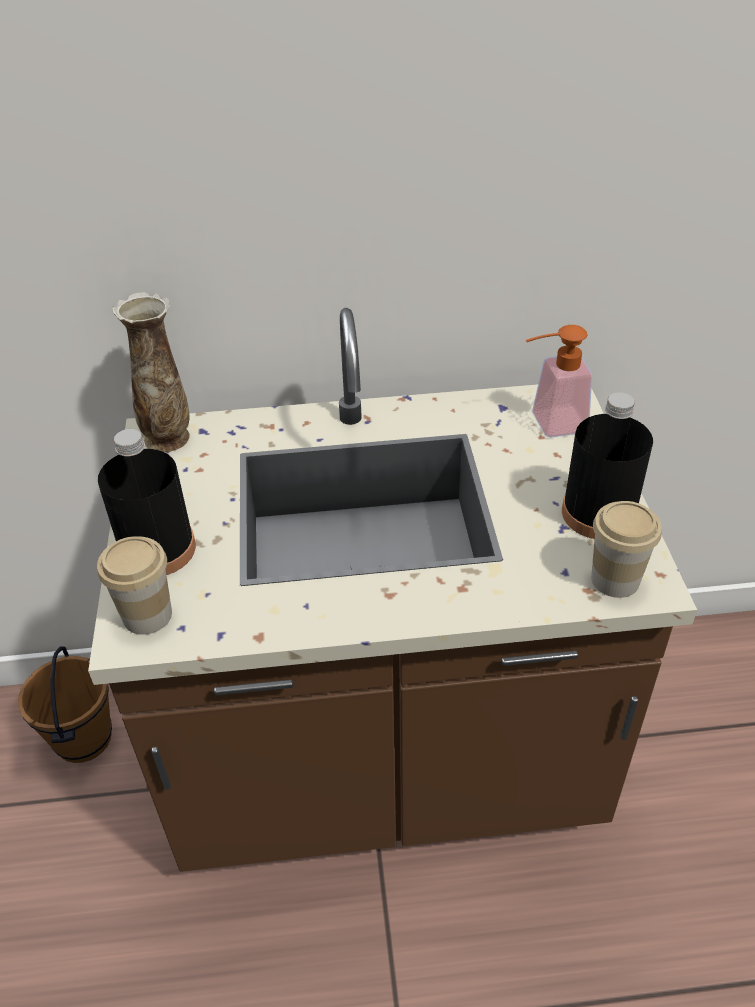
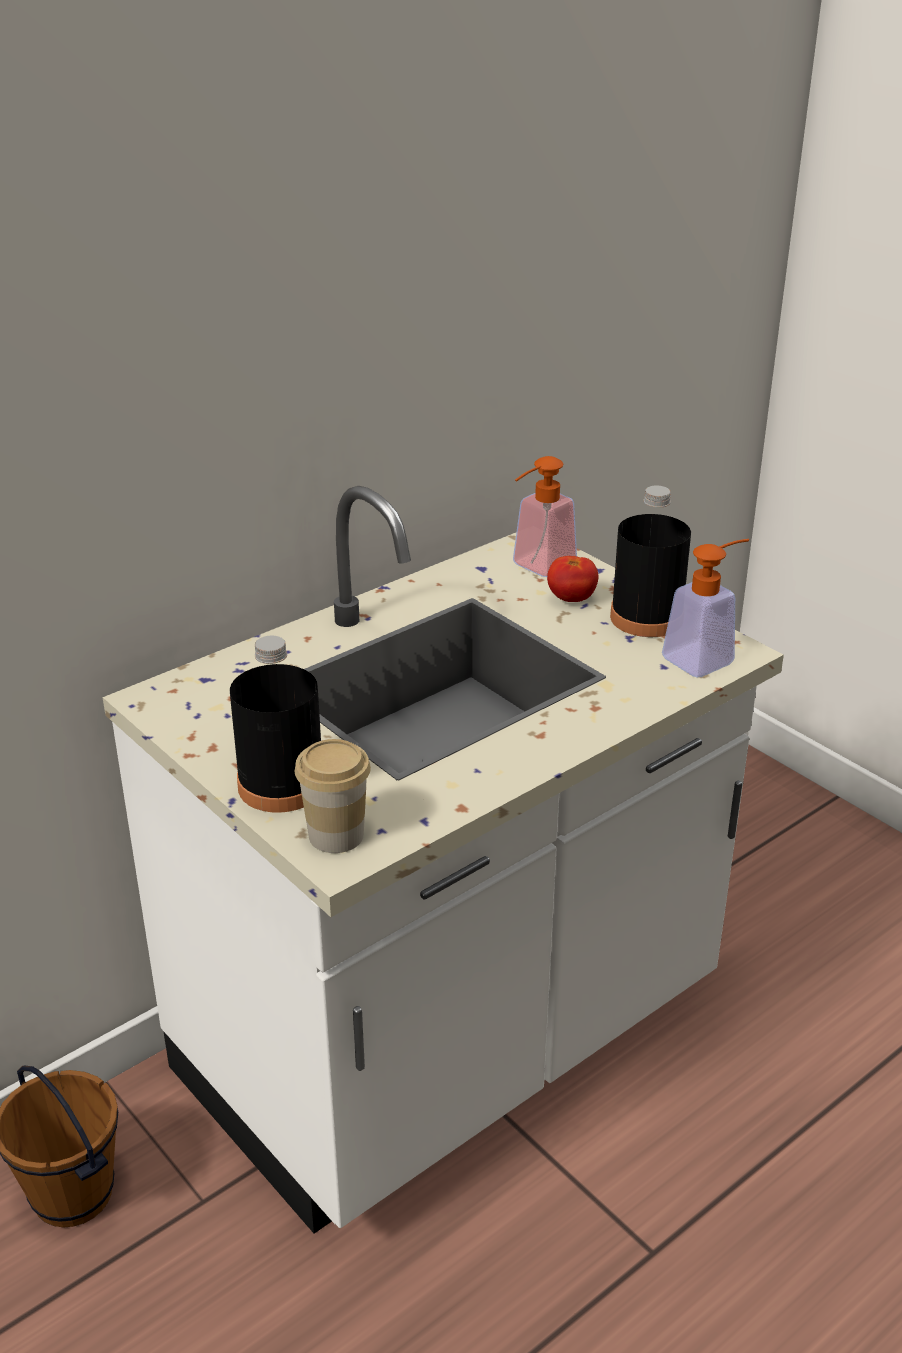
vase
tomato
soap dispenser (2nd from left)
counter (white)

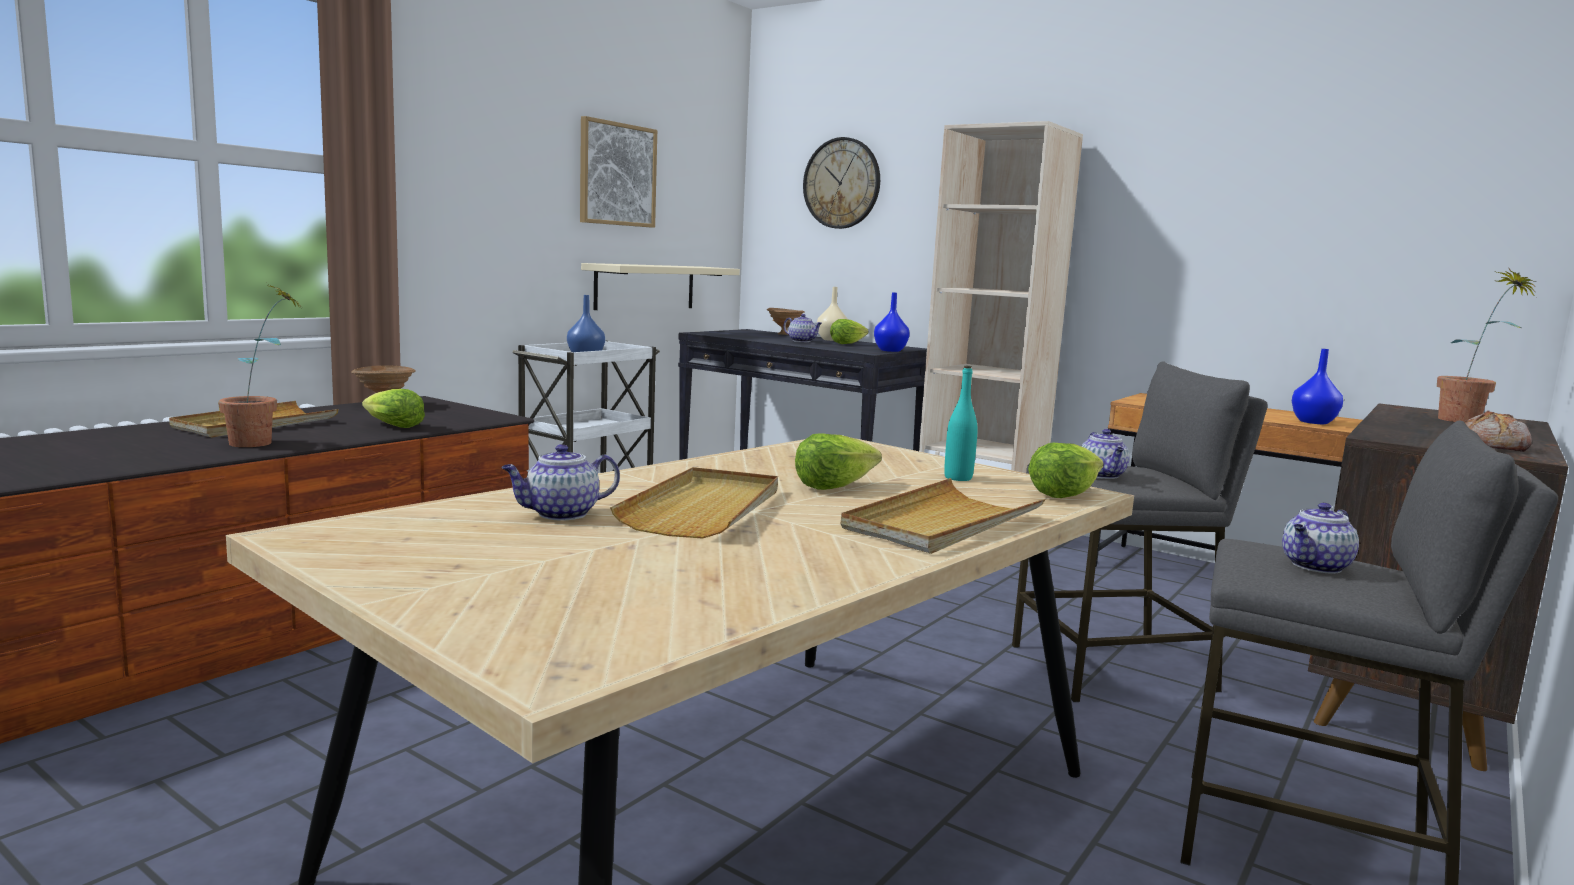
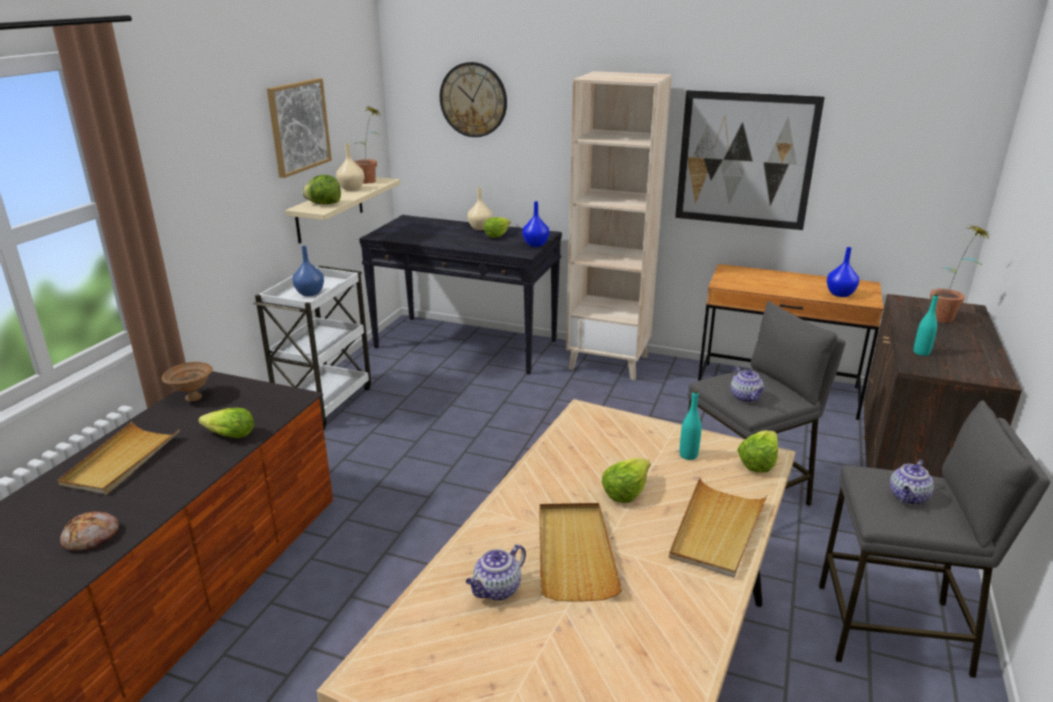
bowl (brown) (2nd from left in the first image)
teapot (2nd from left in the first image)
lettuce (2nd from left)
vase (beige) (1st from left)
picture (2nd from left)
bottle (turquoise) (2nd from left)
potted plant (1st from left)
bread

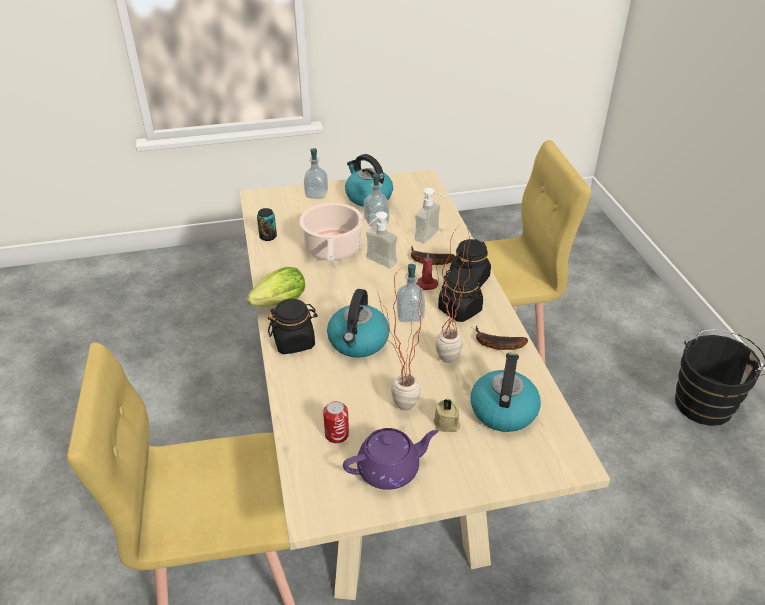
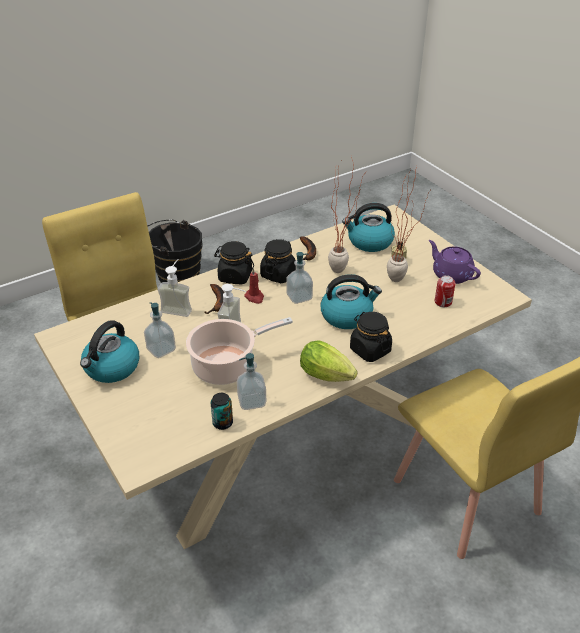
soap dispenser (4th from left)

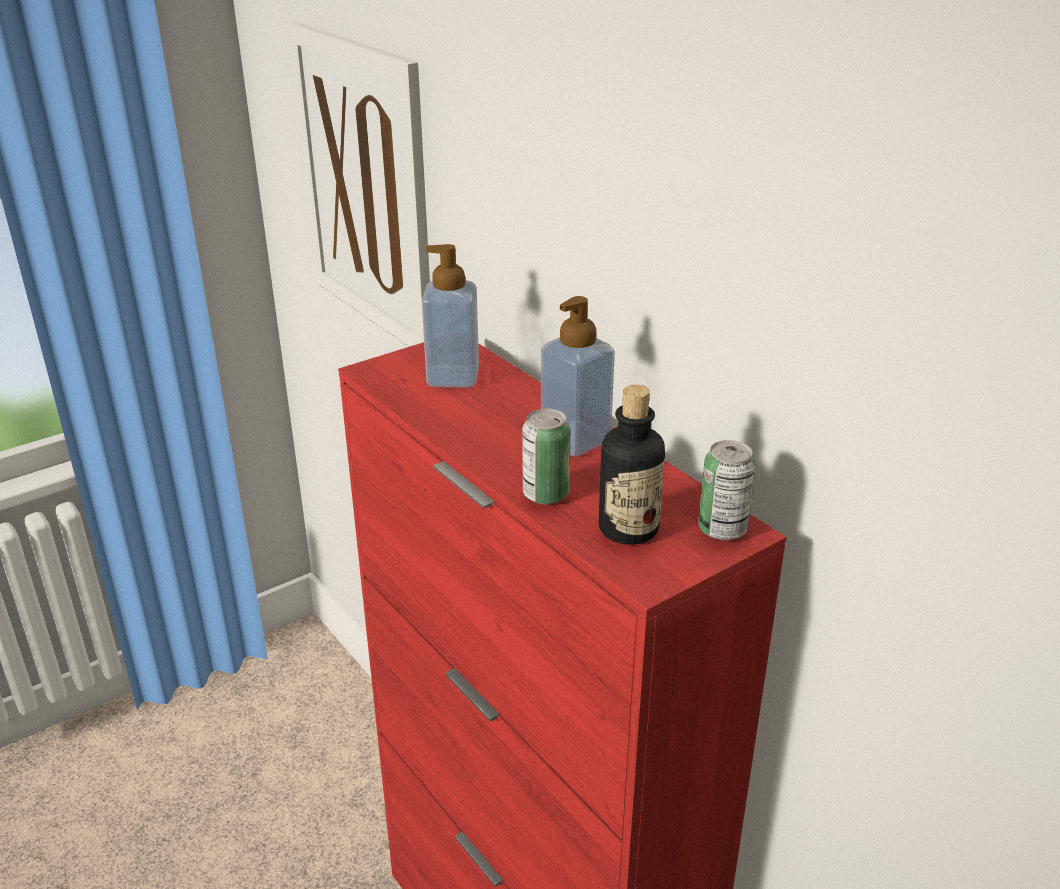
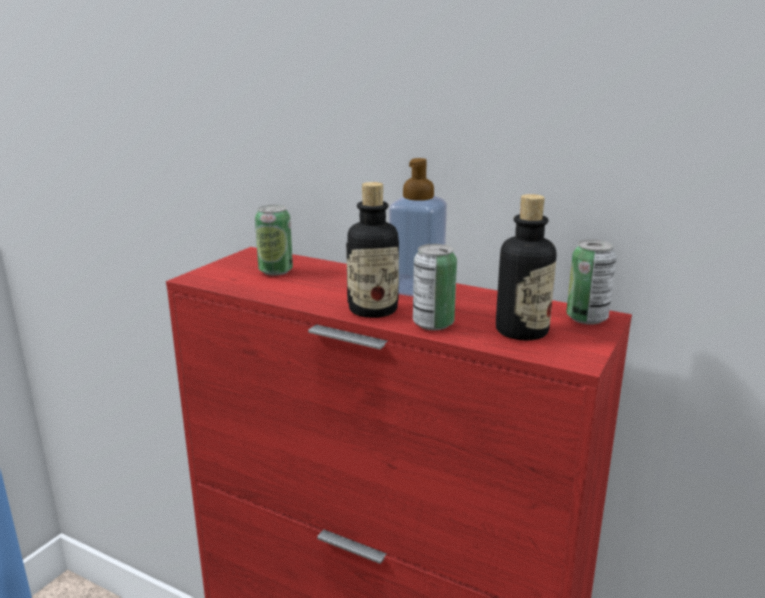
picture
bottle (1st from left)
can (1st from left)

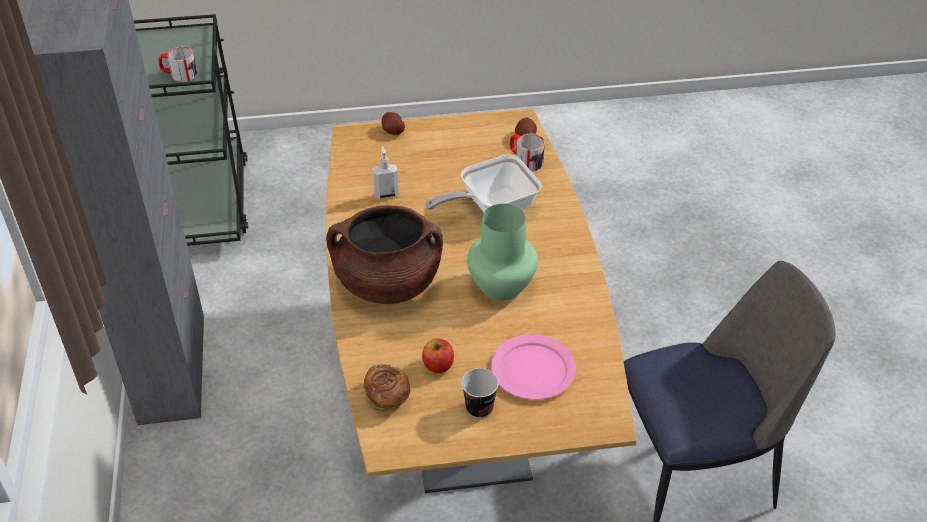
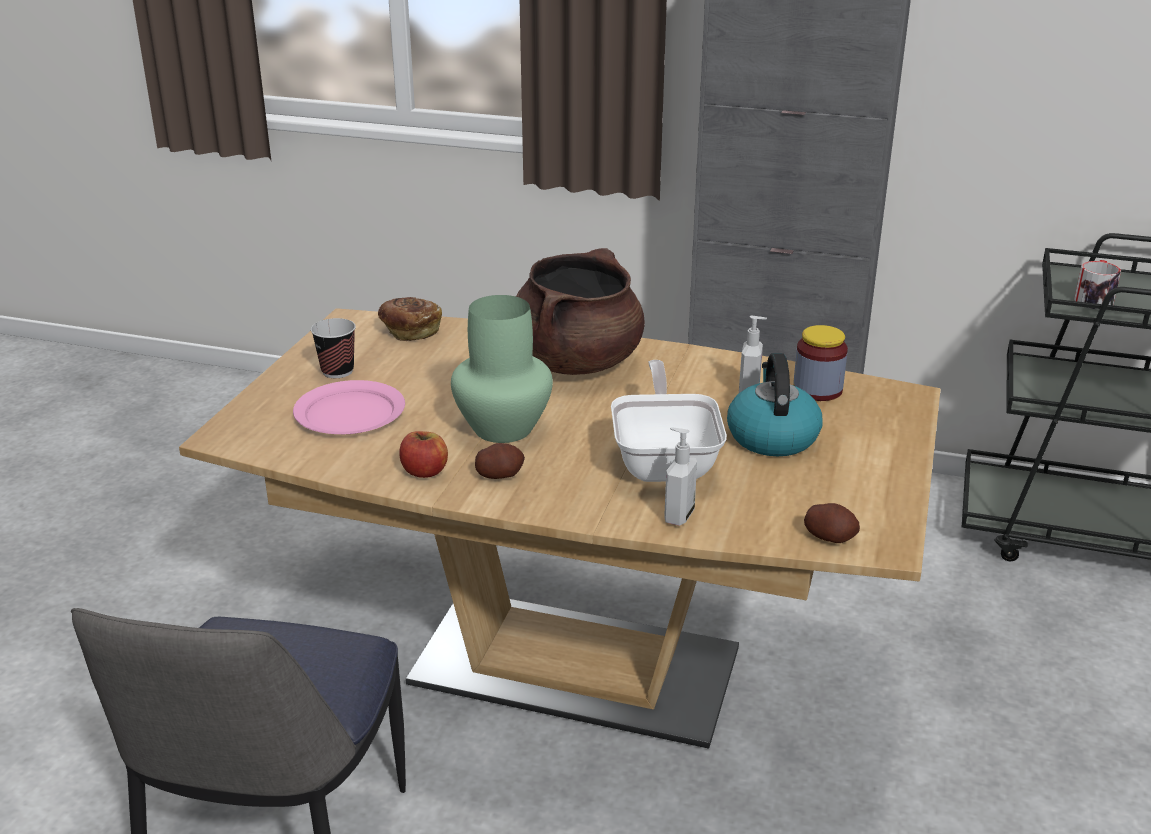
mug (2nd from left in the first image)
soap dispenser (1st from left)
kettle
jar
potato (1st from left)
apple

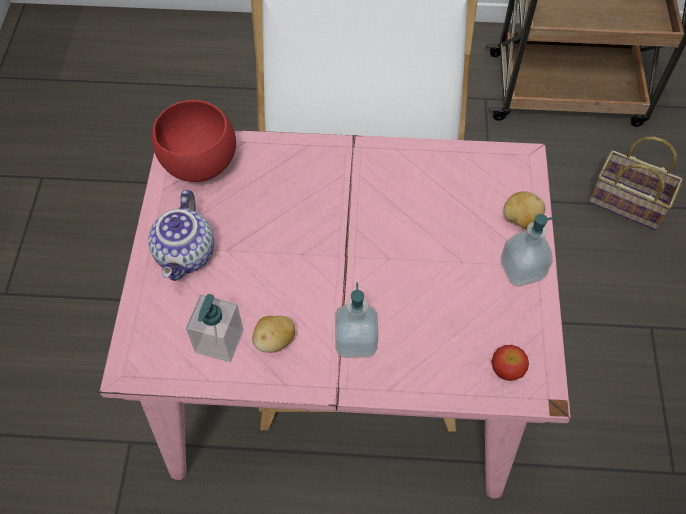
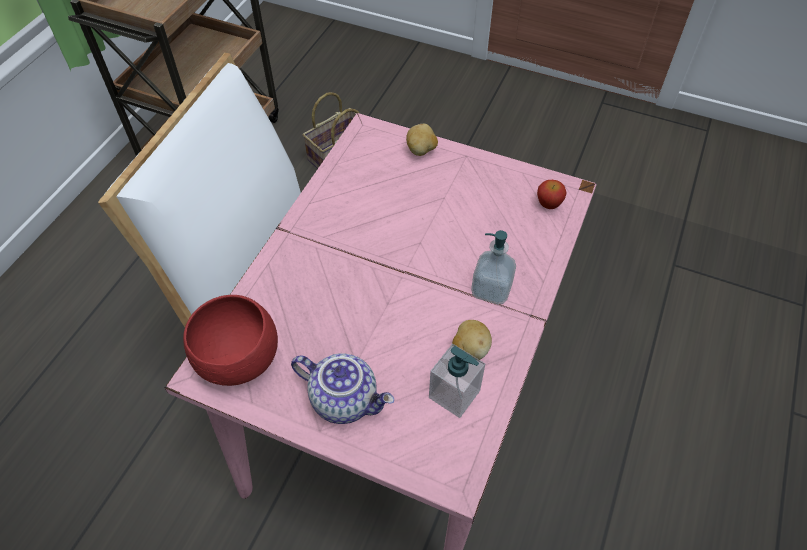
soap dispenser (3rd from left in the first image)

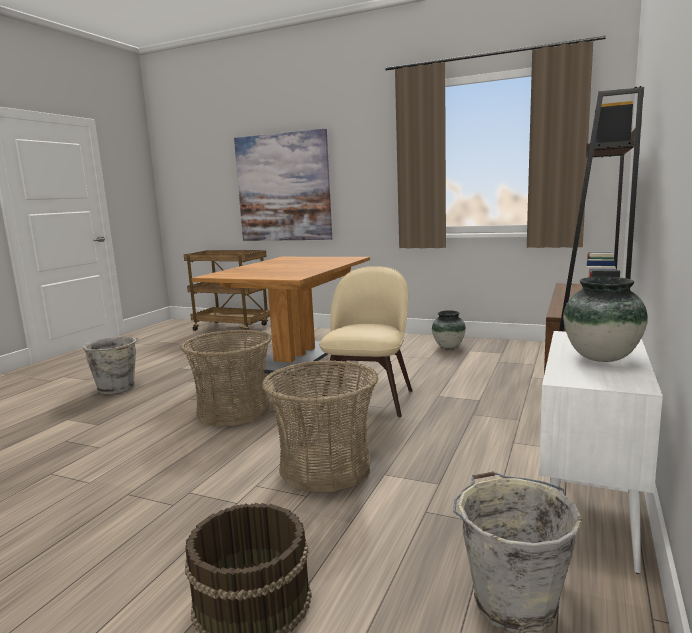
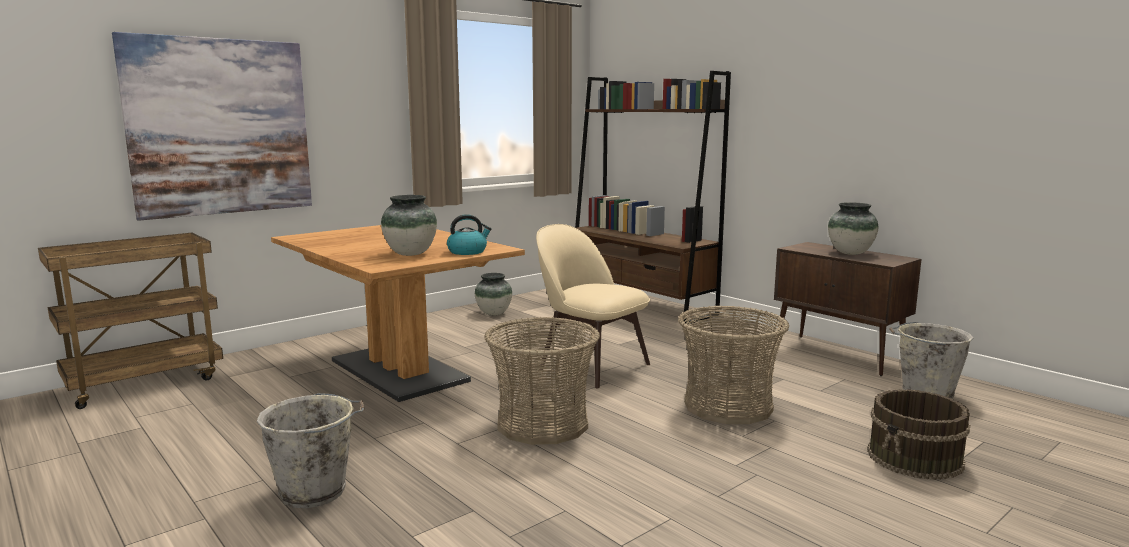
vase (1st from left)
kettle
cabinet (brown)

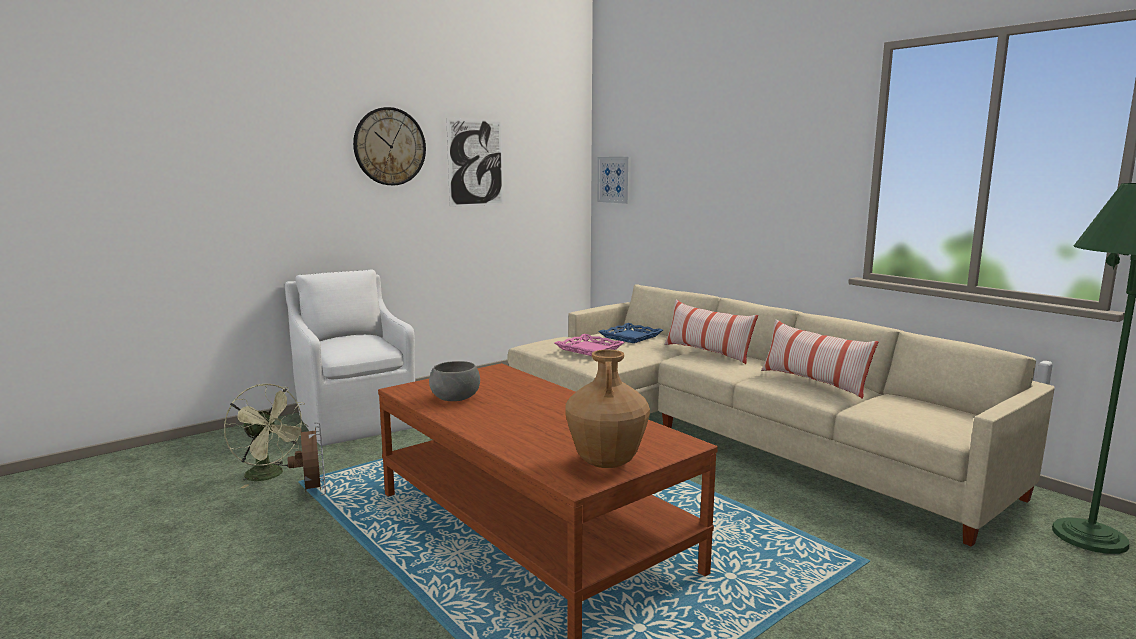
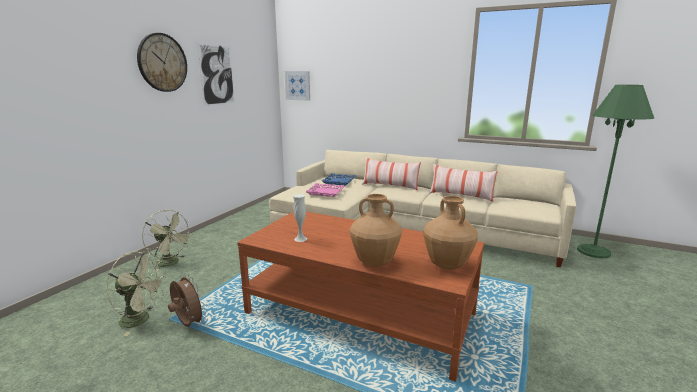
vase (brown) (1st from left)
fan (green) (2nd from left)
vase (white)

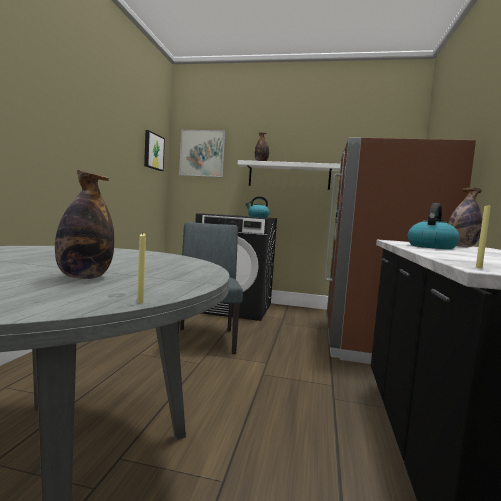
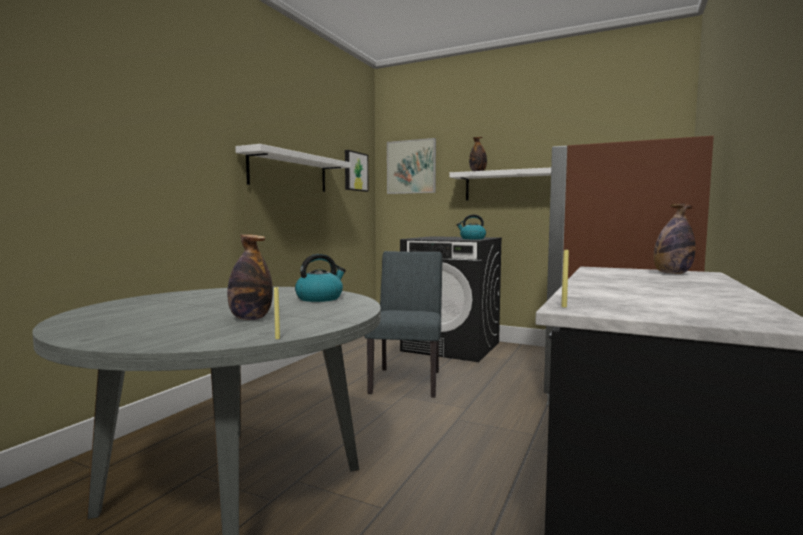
shelf (white) (1st from left)
kettle (1st from left)

